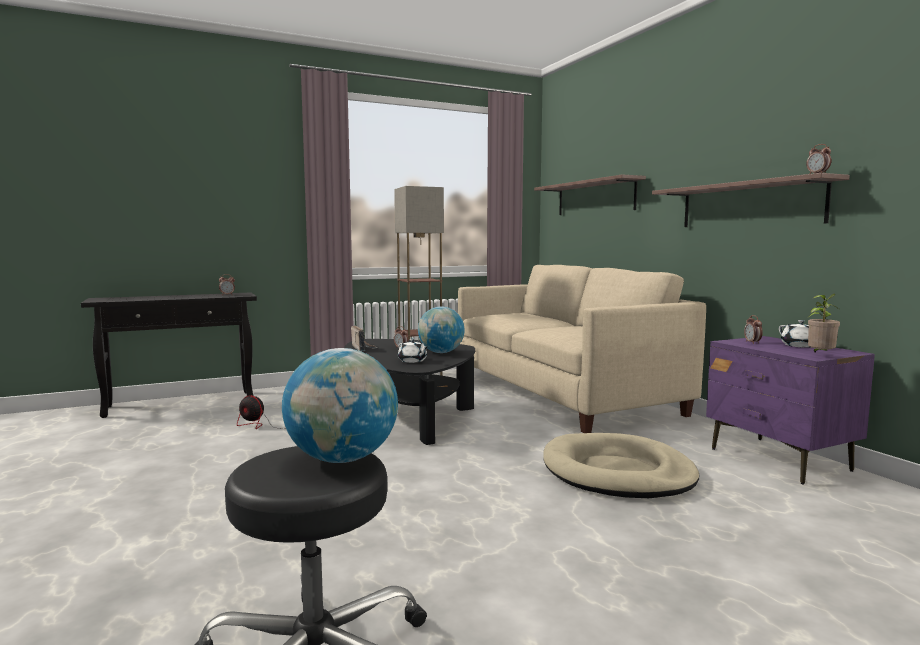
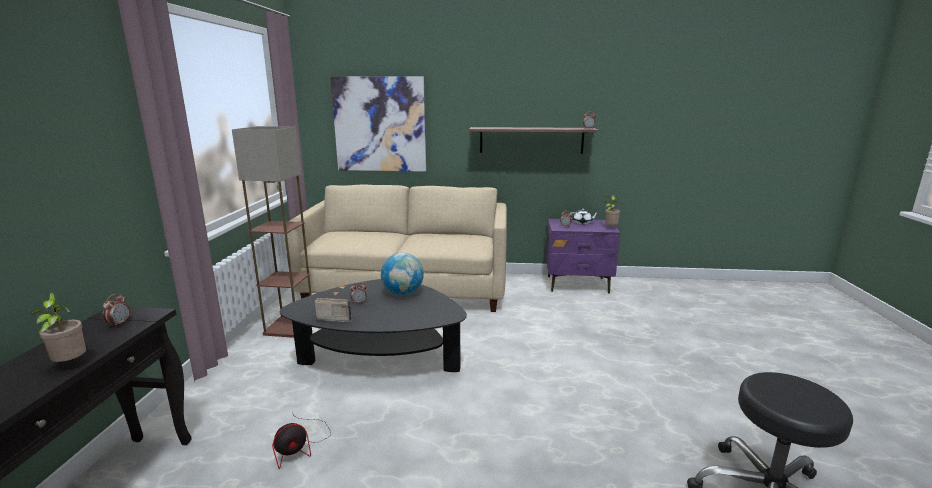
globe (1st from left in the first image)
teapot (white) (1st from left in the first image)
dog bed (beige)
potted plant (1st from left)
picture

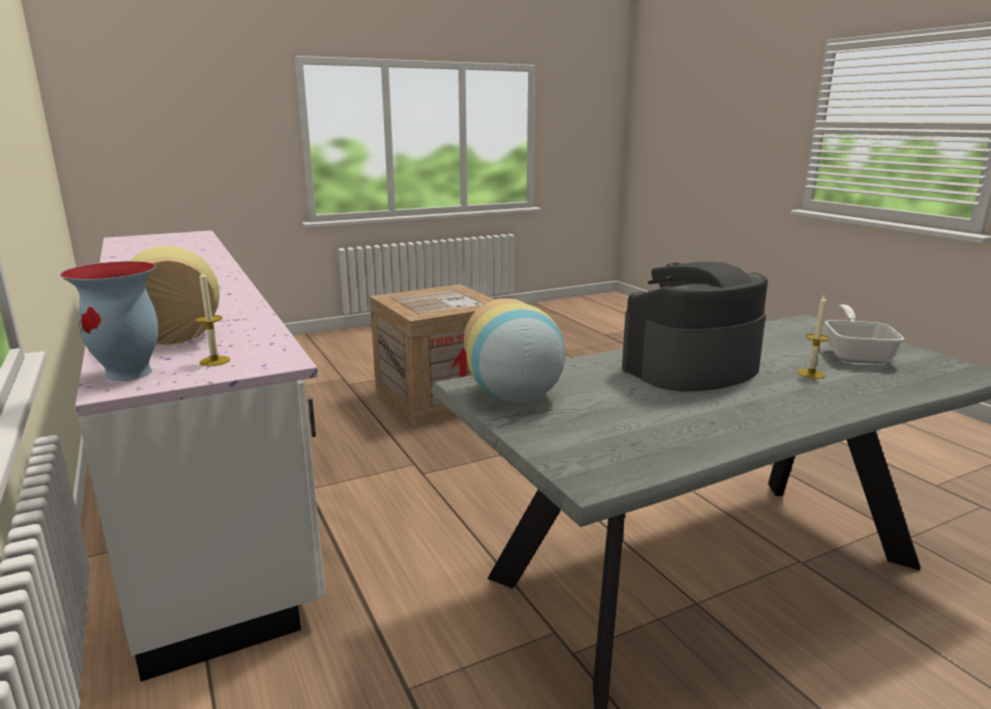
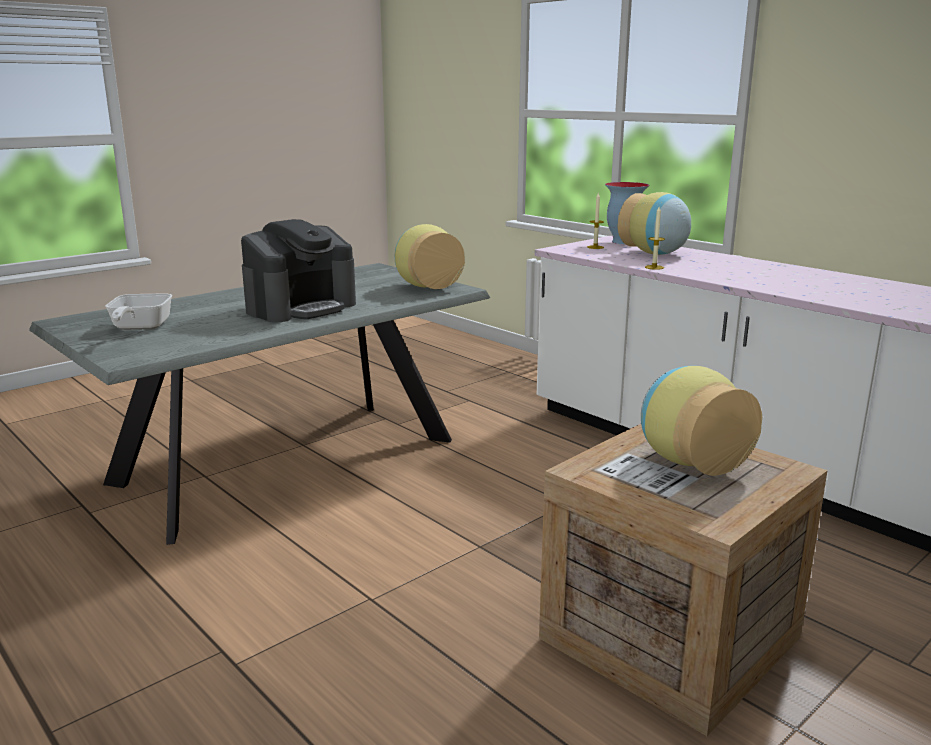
vase (4th from left)
candle (2nd from left)

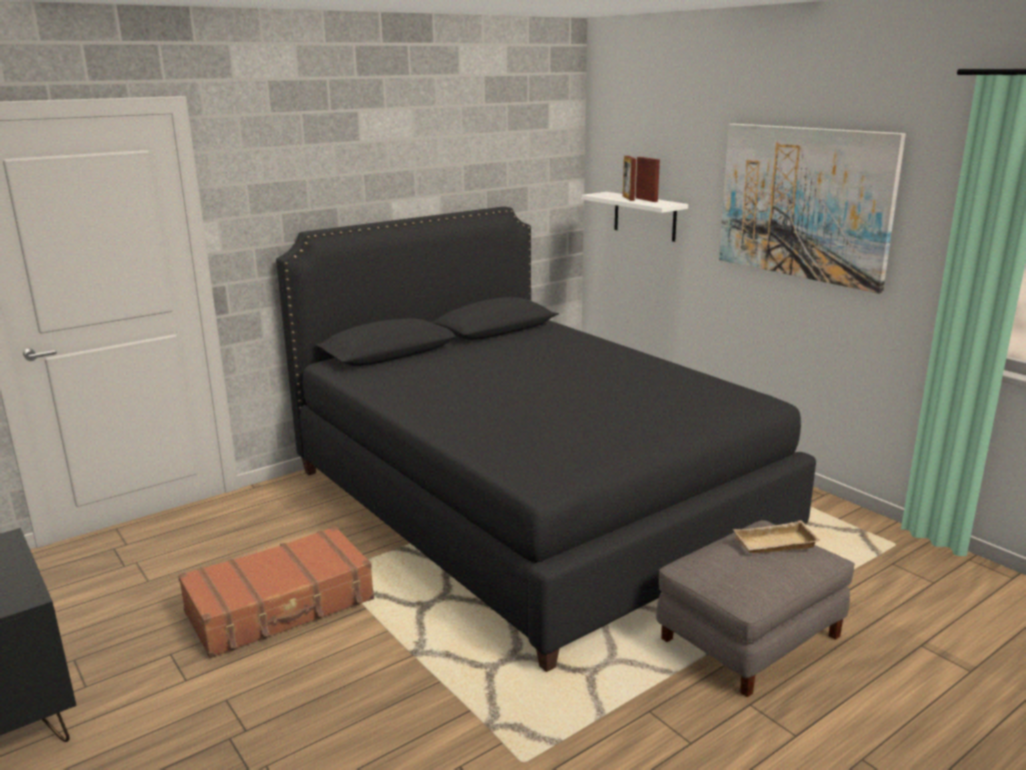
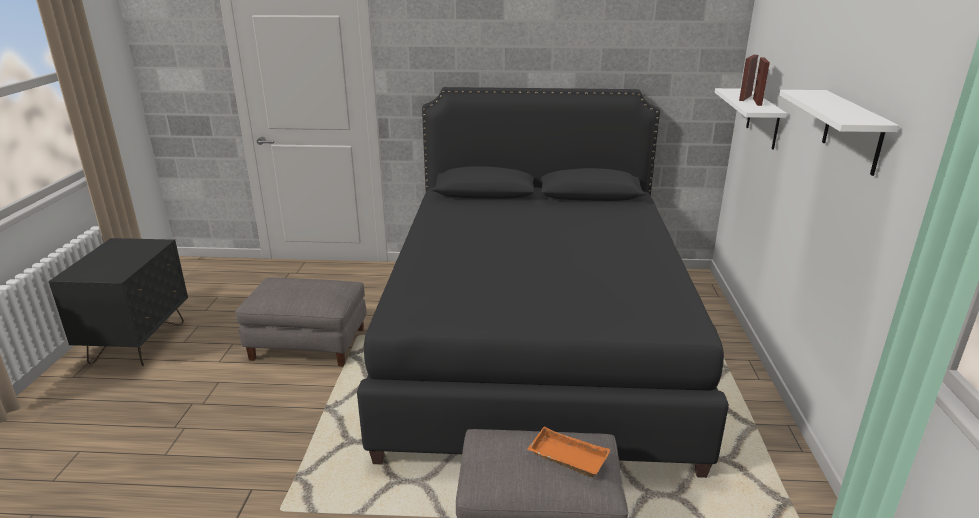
ottoman (grey) (1st from left)
shelf (white) (2nd from left)
tray (orange)

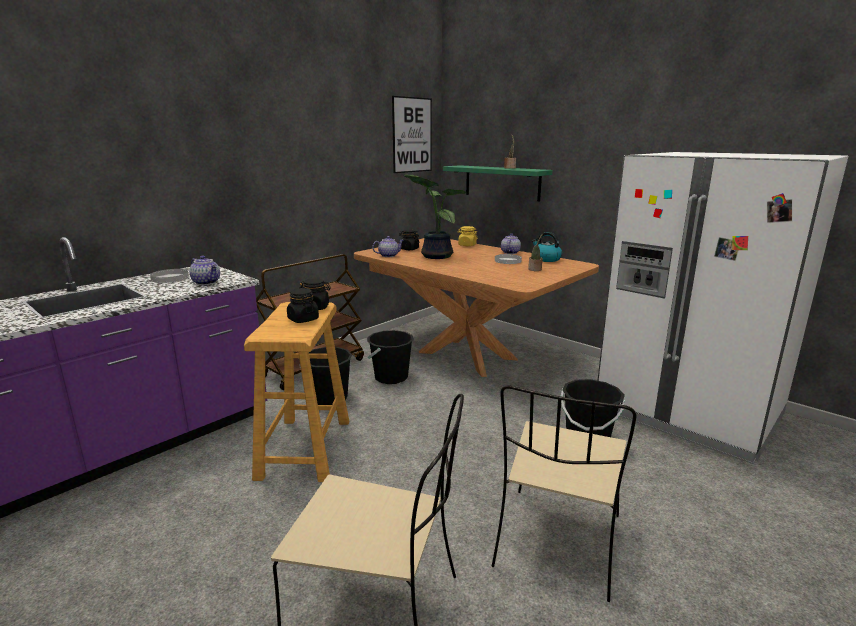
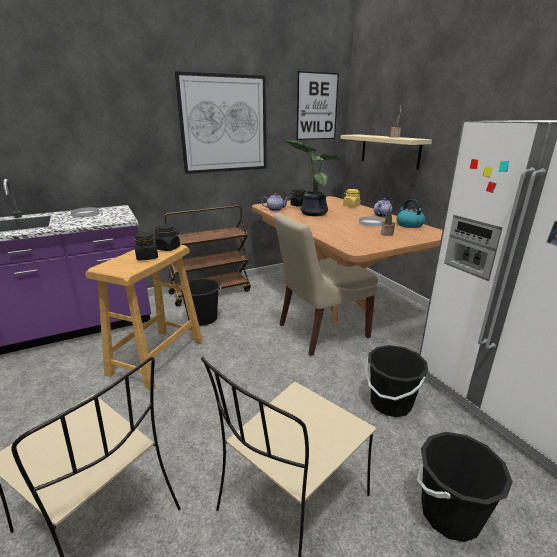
teapot (1st from left in the first image)
picture (1st from left)
chair (beige) (3rd from left)
bucket (black) (3rd from left)
shelf (beige)

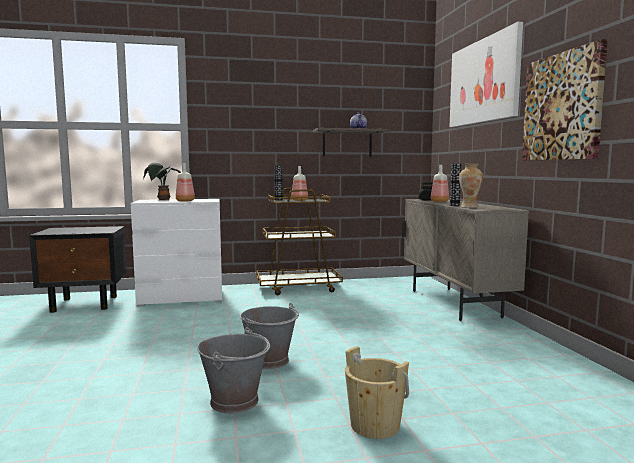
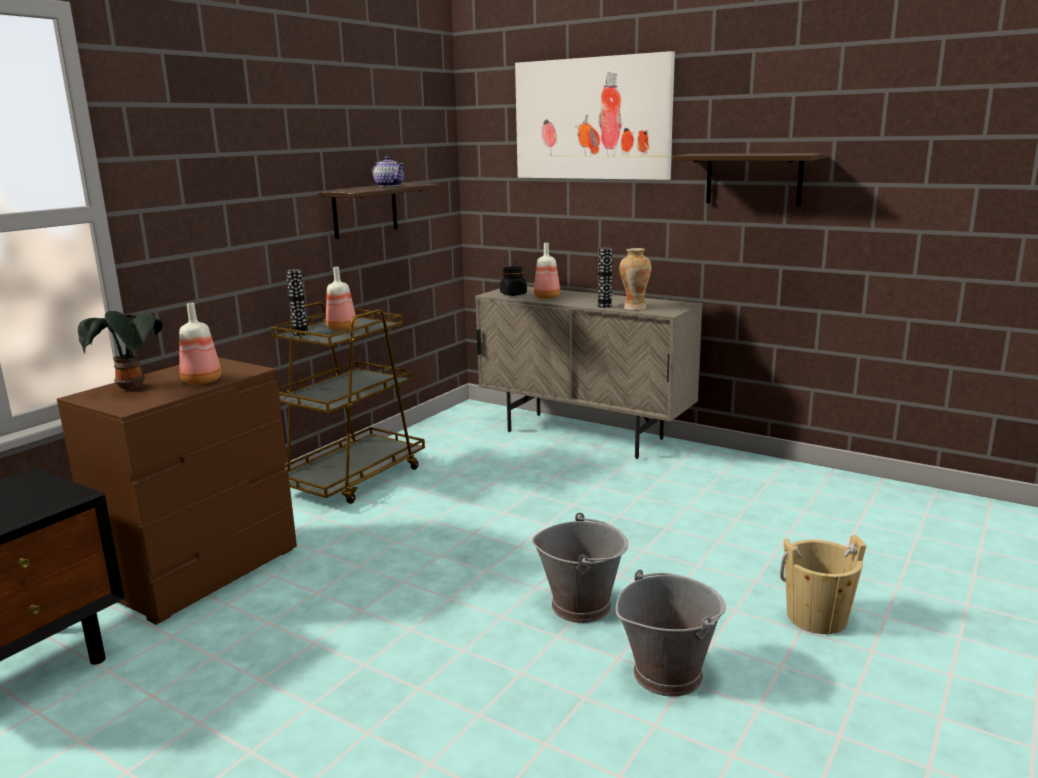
shelf (2nd from left)
dresser (brown)

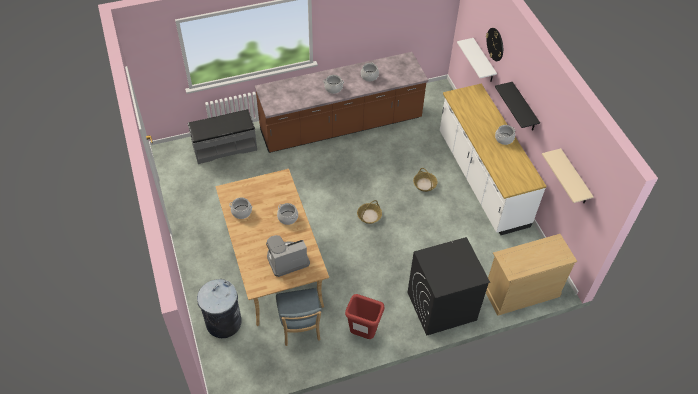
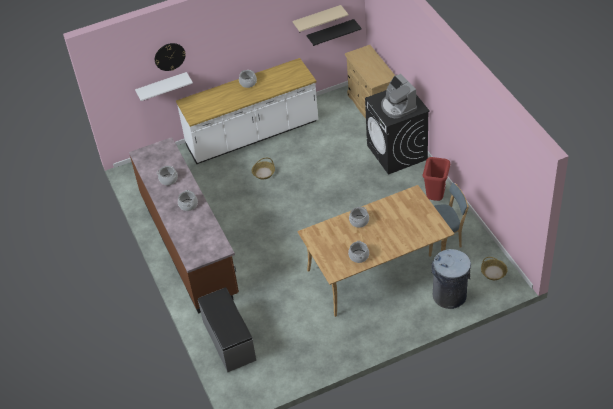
coffee machine
basket (2nd from left)
shelf (black)

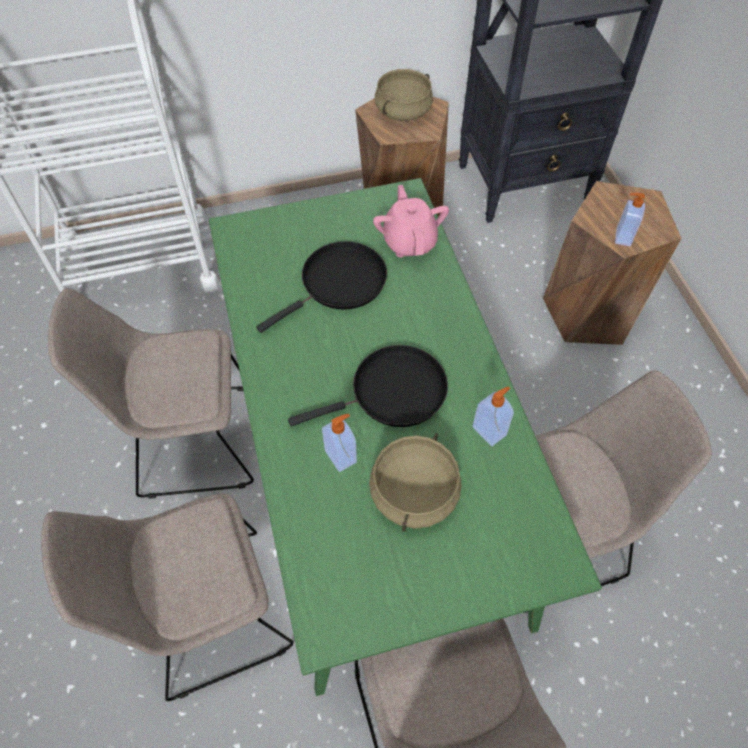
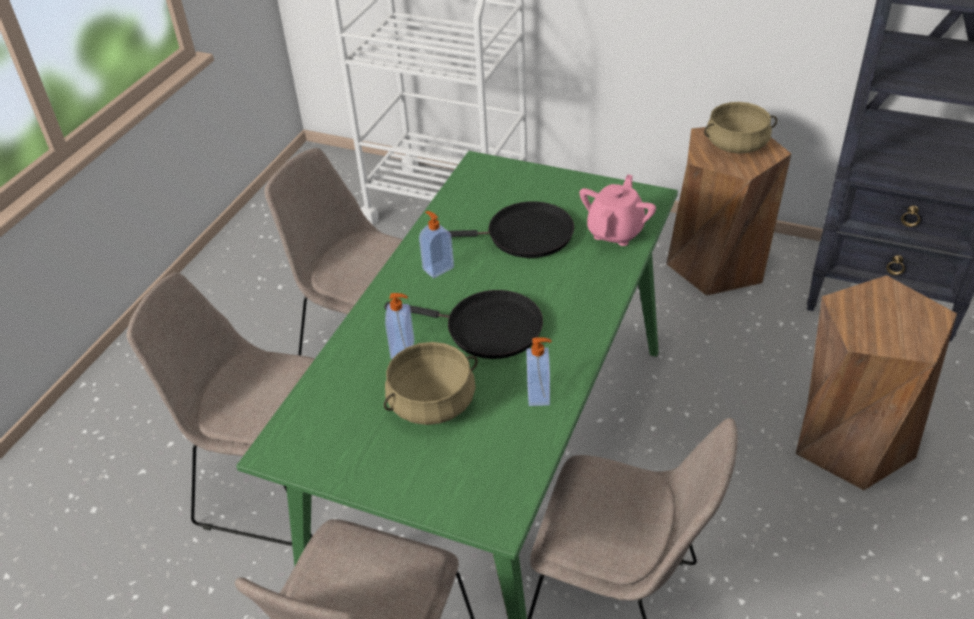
soap dispenser (2nd from left)

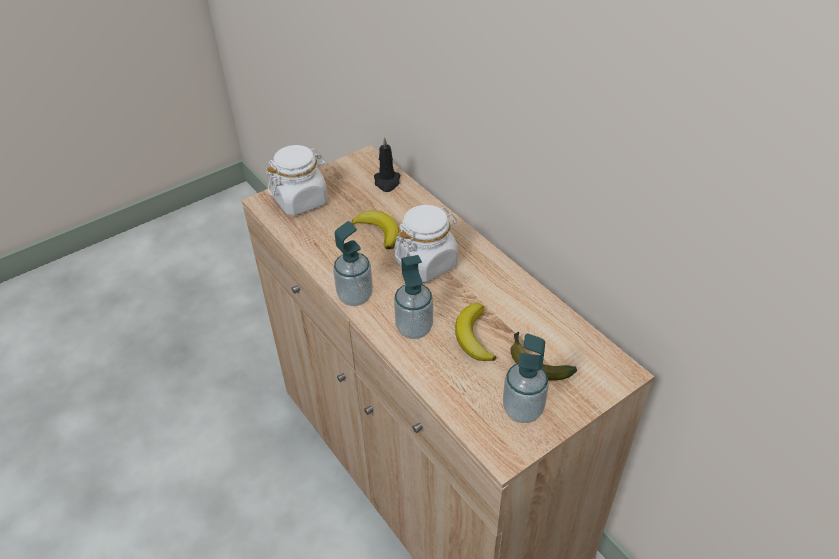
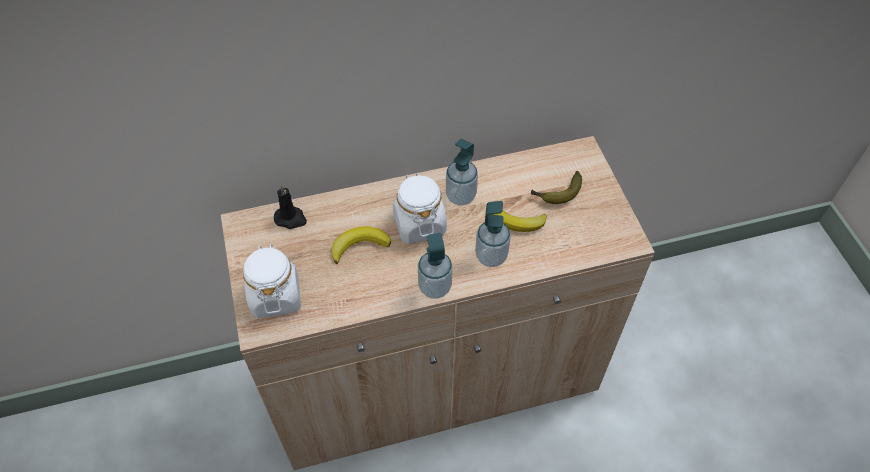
soap dispenser (2nd from left)

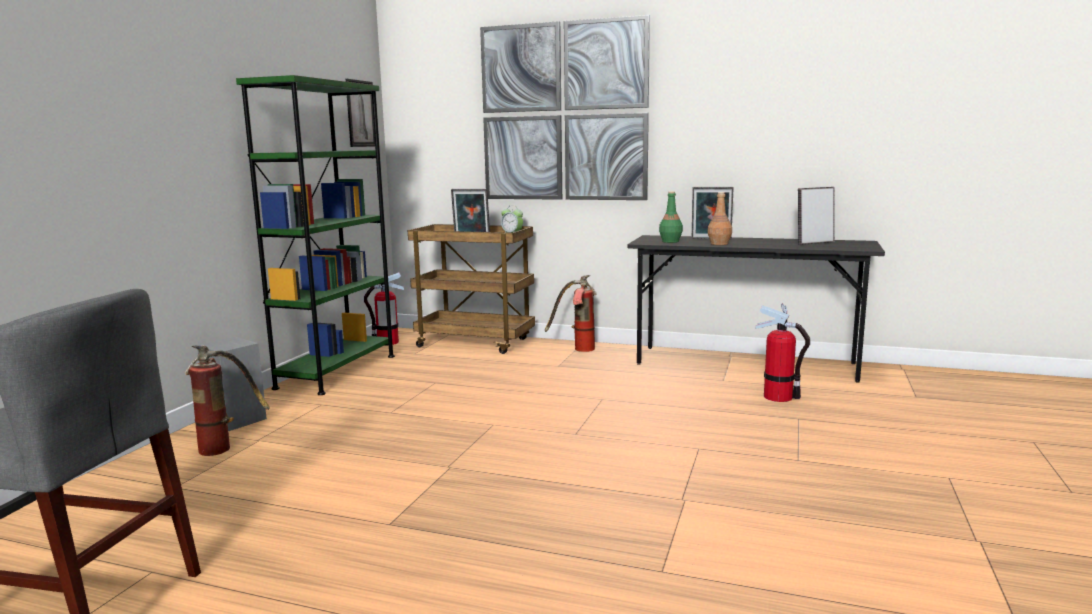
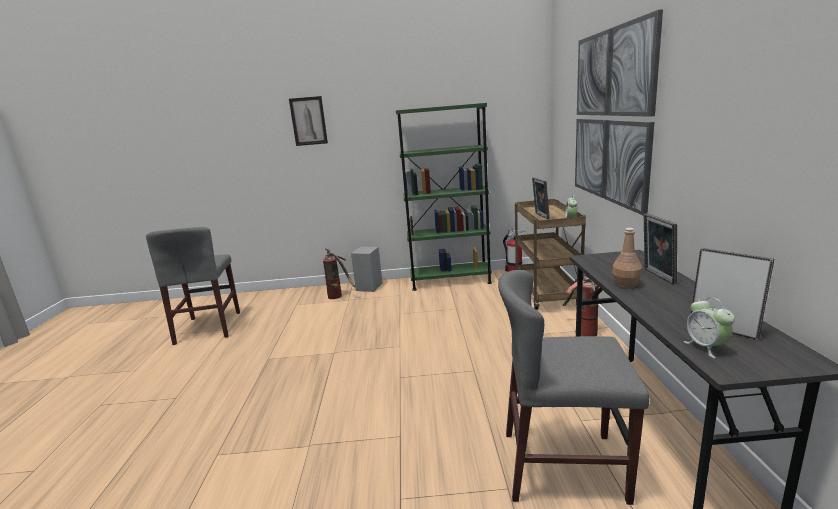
bottle (green)
alarm clock (2nd from left)
picture (1st from left)
chair (grey) (2nd from left)

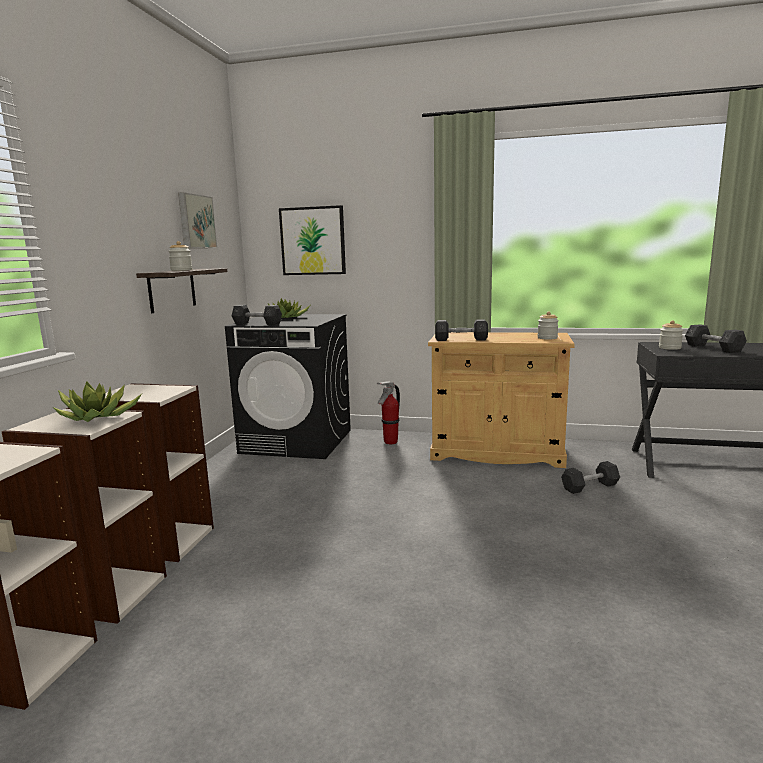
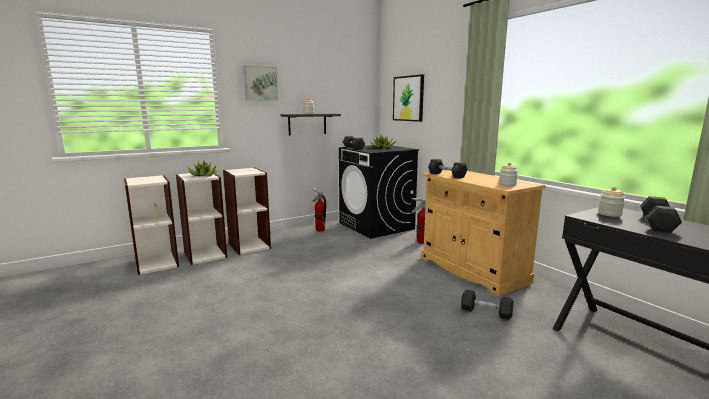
fire extinguisher (1st from left)
picture (1st from left)

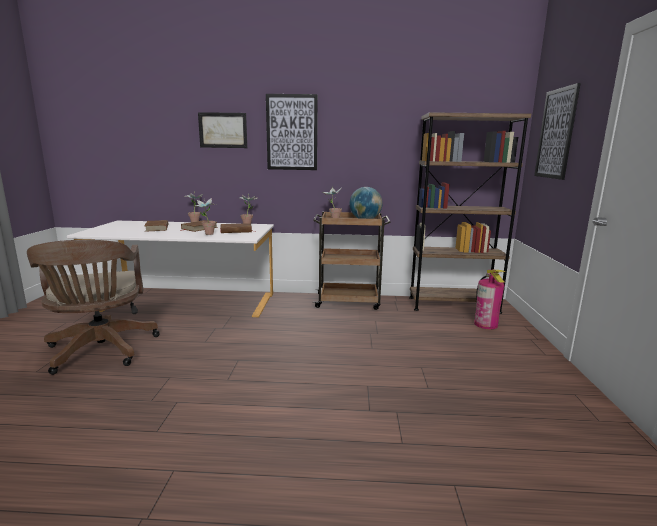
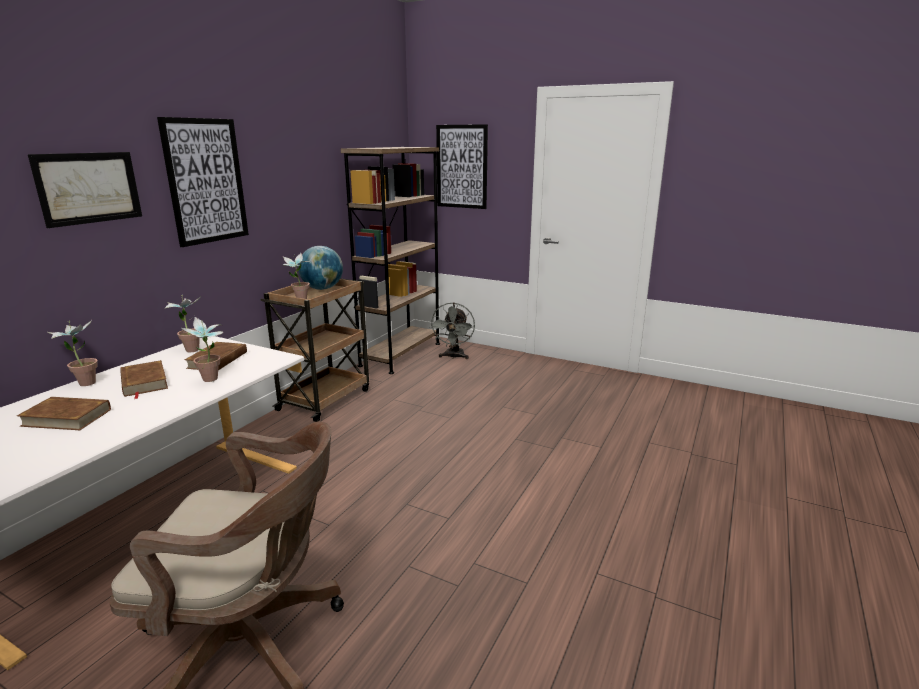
fan (grey)

